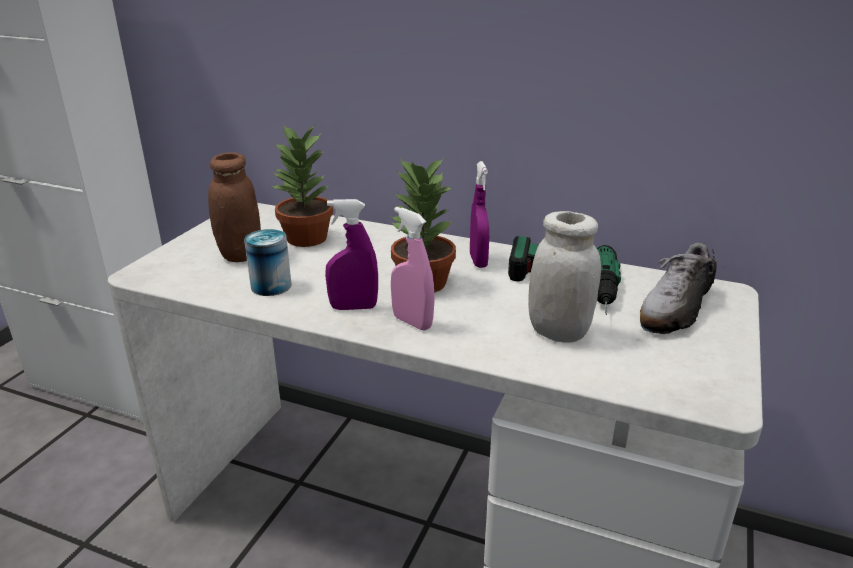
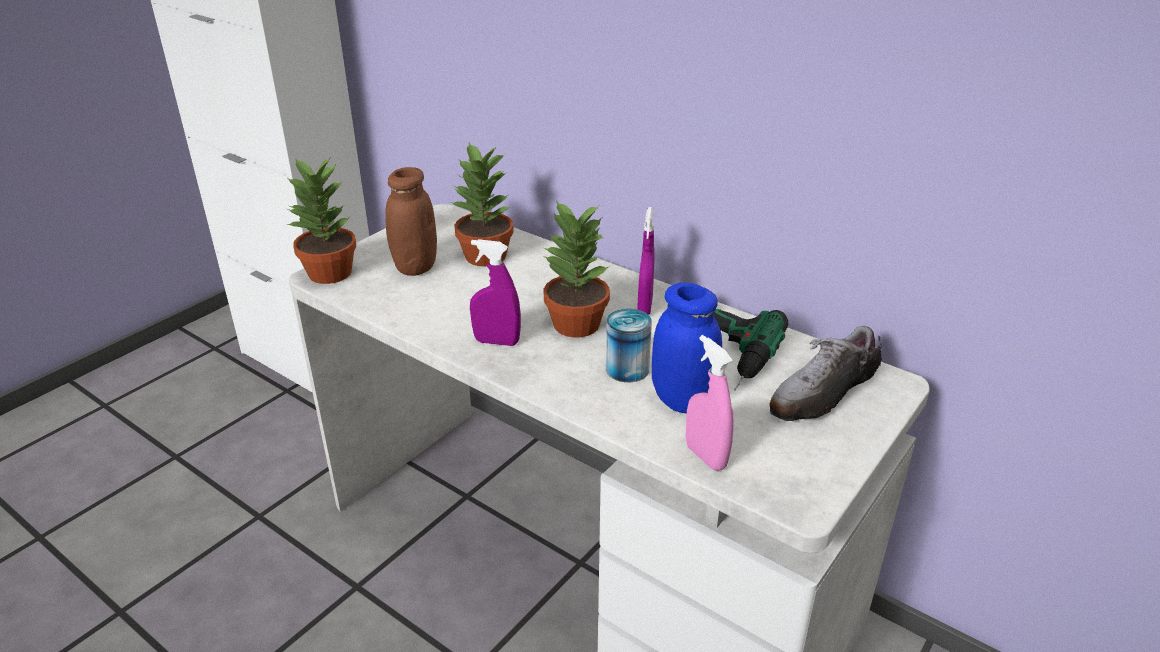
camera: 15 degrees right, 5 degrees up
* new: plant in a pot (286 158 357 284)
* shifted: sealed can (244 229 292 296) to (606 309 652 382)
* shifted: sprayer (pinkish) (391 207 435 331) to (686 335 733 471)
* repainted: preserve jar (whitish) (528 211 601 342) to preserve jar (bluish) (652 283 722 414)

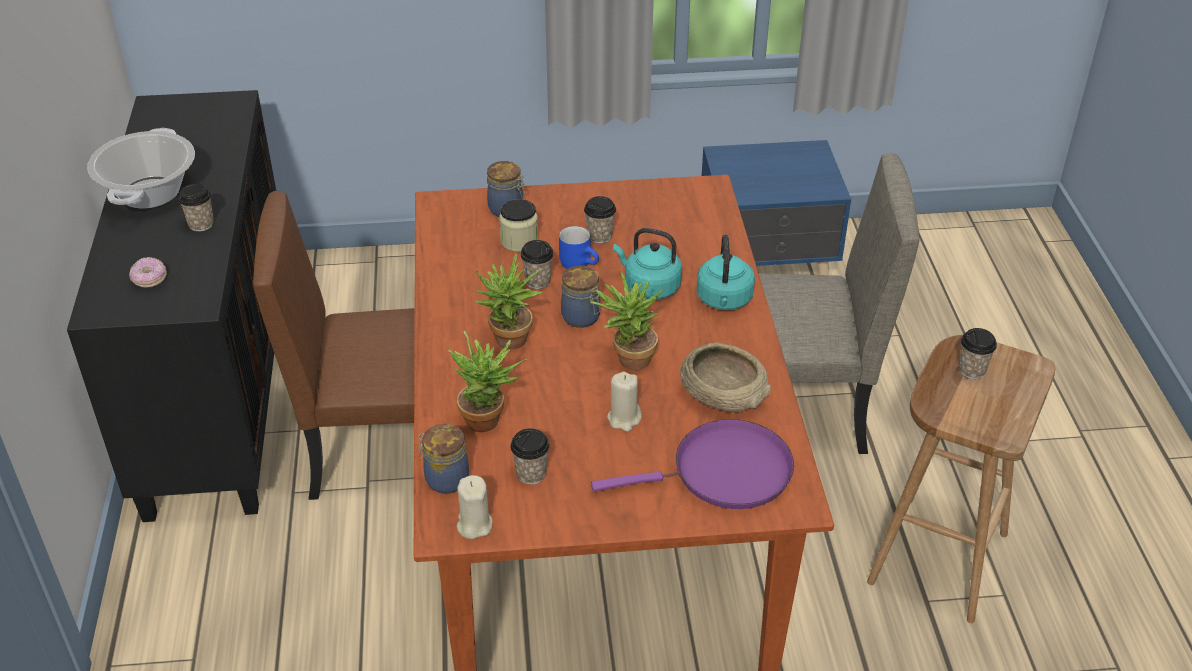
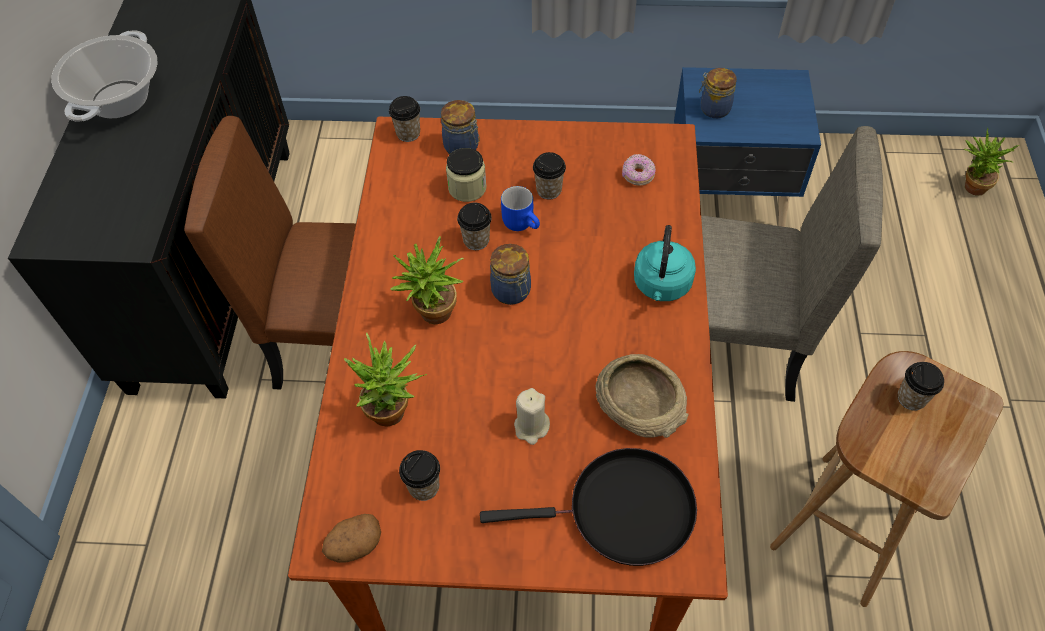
camera: 10 degrees right, 15 degrees up
* gone: water kettle (turquoise) (613 228 682 299)
* shifted: doughnut (129 257 166 288) to (622 154 656 186)
* shifted: drinking cup (178 184 214 232) to (389 96 420 142)
* shifted: preserve jar (418 424 469 494) to (699 68 737 118)
* shifted: plant in a pot (590 270 663 370) to (964 128 1019 196)
* swapped: candle (beige-coloured) (457 475 493 539) to whole potato (322 514 381 563)
* repainted: pan (purplish) (591 419 794 509) to pan (black-coloured) (480 448 697 566)

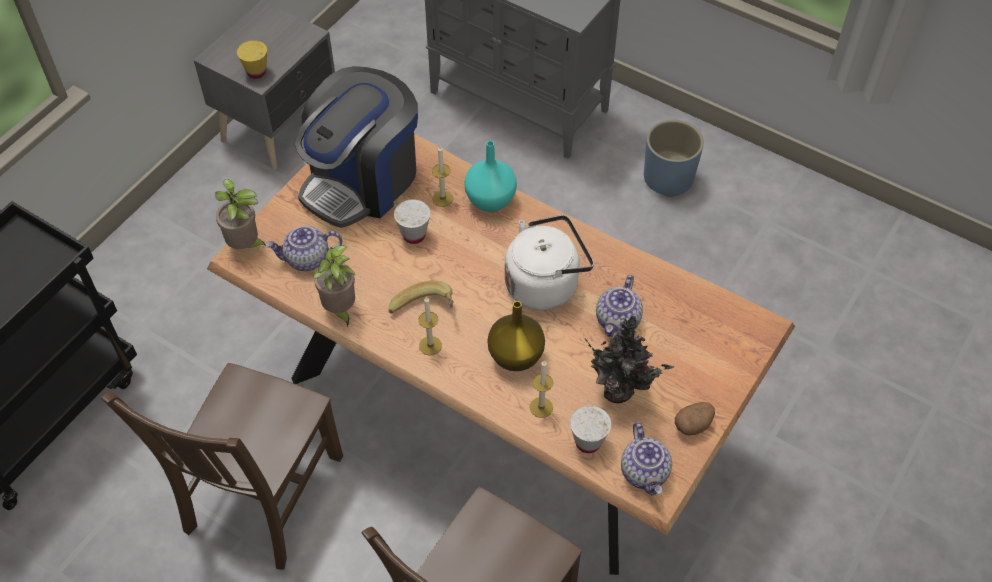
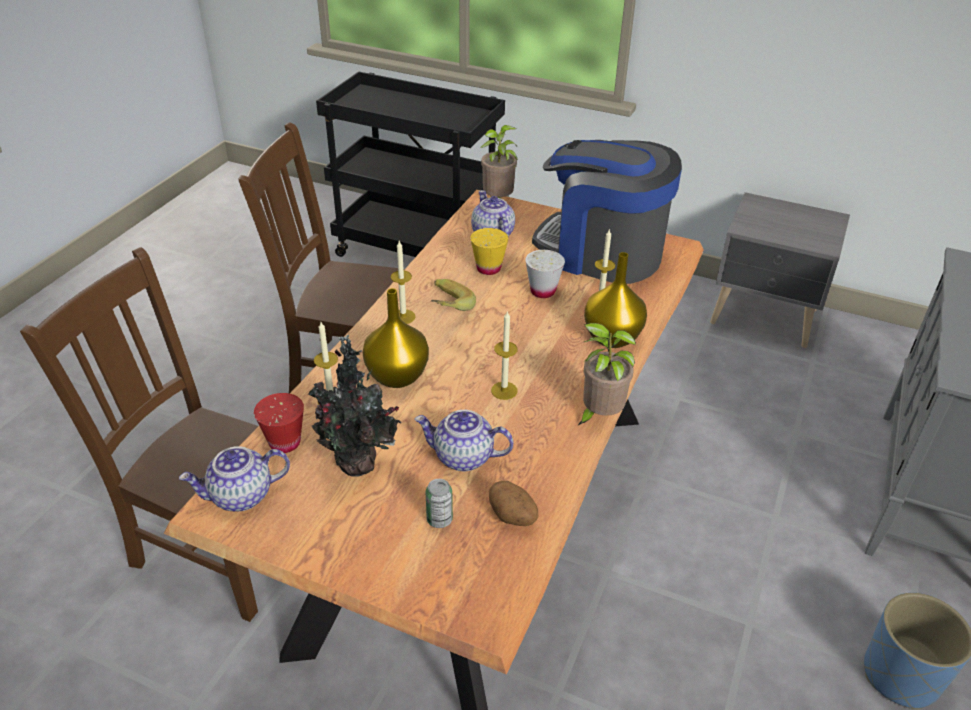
camera: 80 degrees right, 15 degrees down
* new: sealed can (426 479 453 528)
* shifted: drinking cup (yellow-coloured) (237 40 267 79) to (470 228 509 275)
* shifted: plant in a pot (312 245 356 327) to (577 323 636 426)
* shifted: whole potato (675 402 715 435) to (489 481 538 526)
* swapped: water kettle (whitish) (505 215 594 311) to candle (491 311 518 400)
* repainted: decorative vase (turquoise) (464 141 517 212) to decorative vase (yellow-coloured) (584 252 647 348)
* repainted: drinking cup (whitish) (570 405 611 453) to drinking cup (reddish) (254 393 304 453)

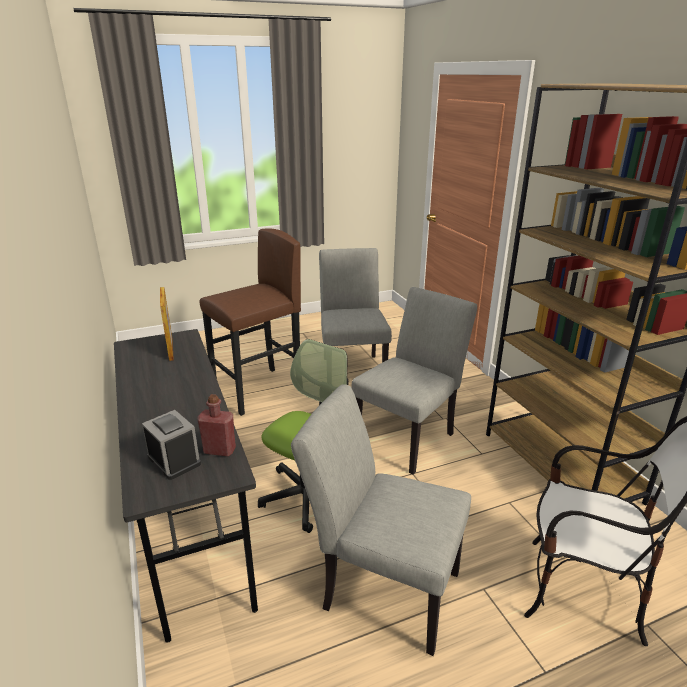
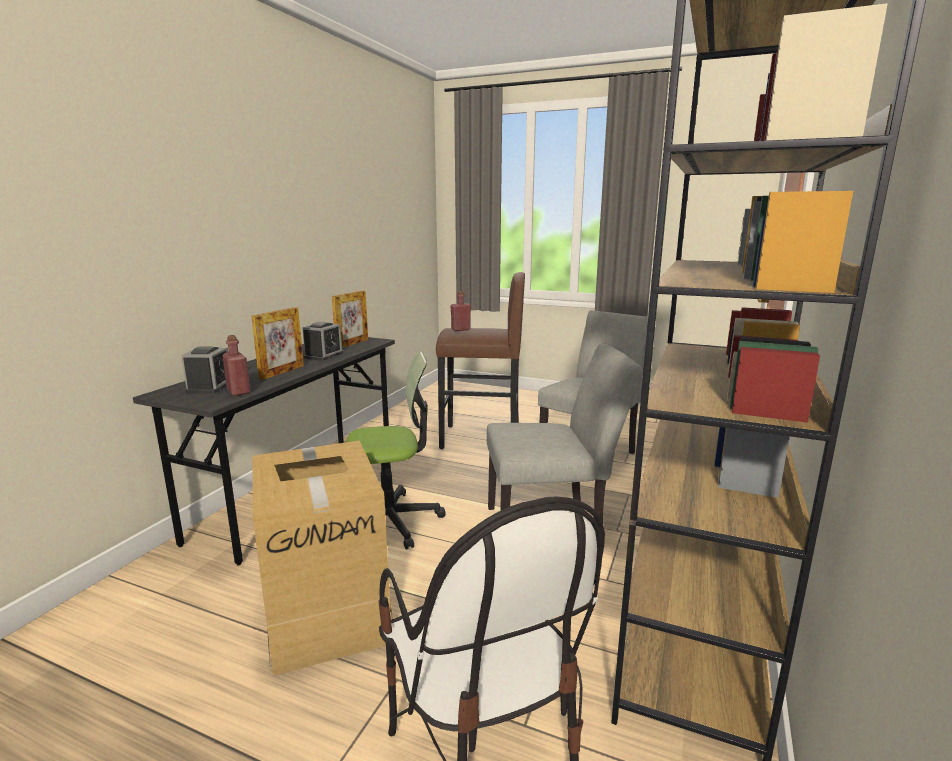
camera: 45 degrees right, 10 degrees down
* new: photo frame (251 307 304 380)
* new: table clock (302 322 343 361)
* new: beverage bottle (reddish) (450 291 471 331)
* swapped: plain chair (greyish) (291 384 471 656) to cardboard box (253 441 393 676)

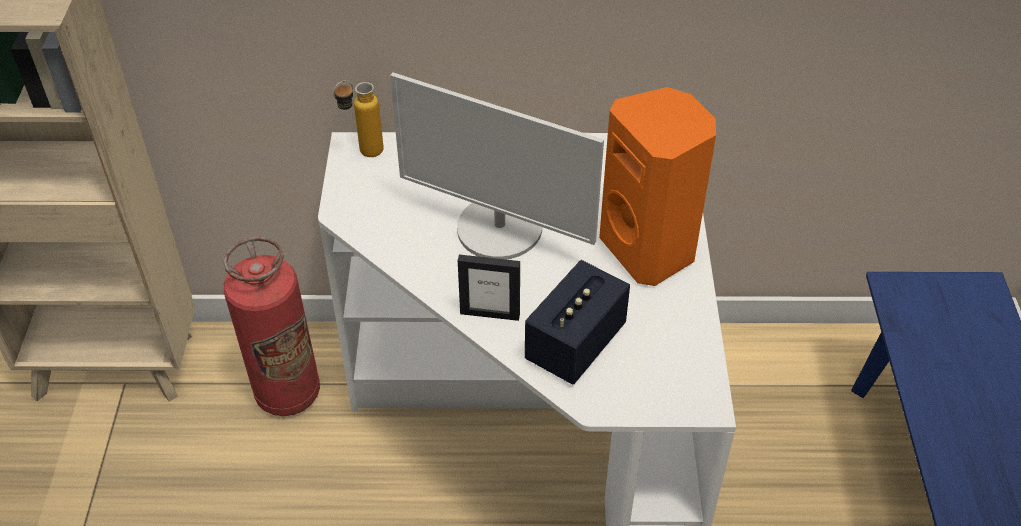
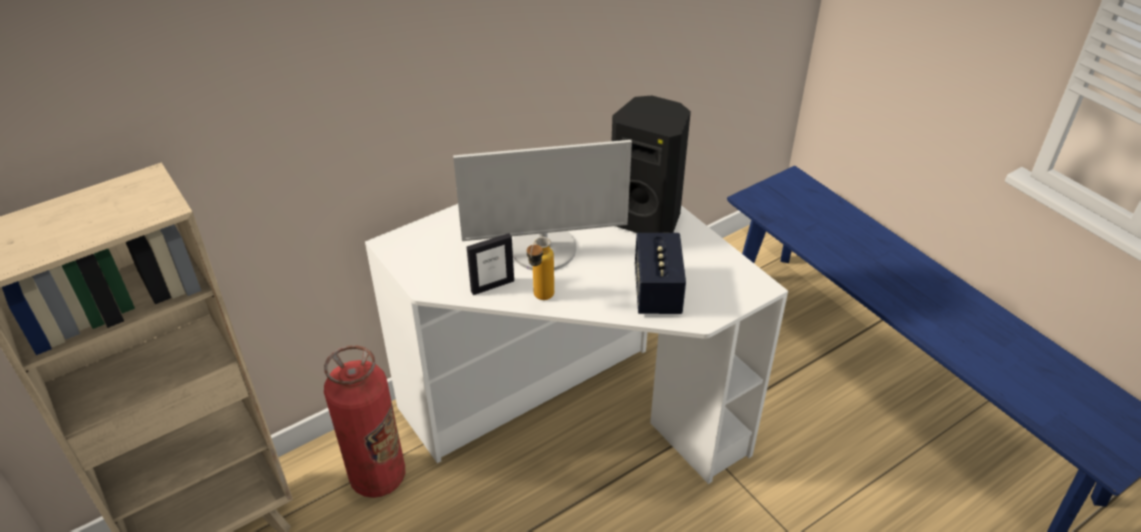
camera: 35 degrees left, 5 degrees down
* shifted: beverage bottle (333 80 384 157) to (527 237 554 300)
* shifted: photo frame (458 254 520 321) to (467 233 514 295)
* repainted: loudspeaker (orangey) (599 87 716 286) to loudspeaker (black-coloured) (612 96 691 233)

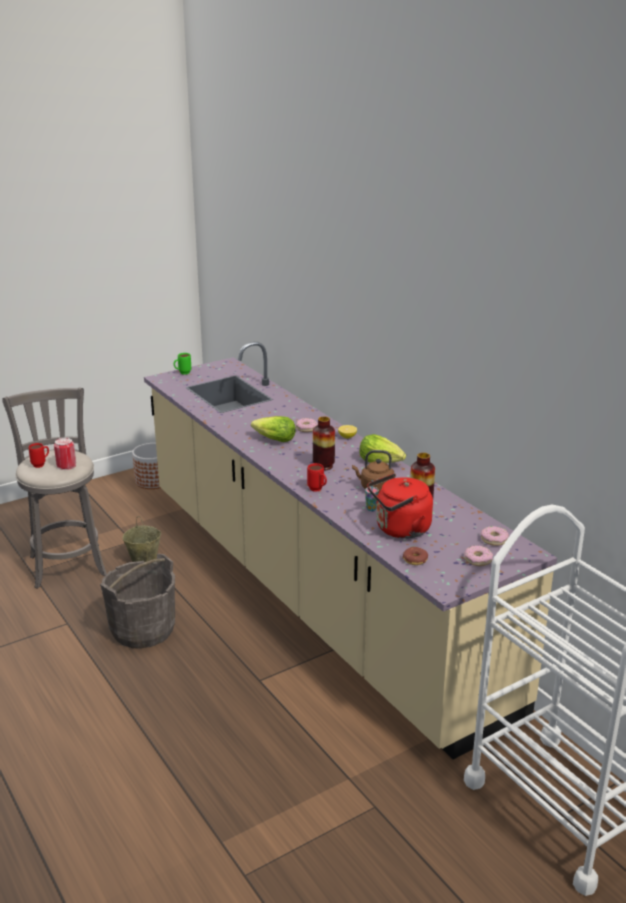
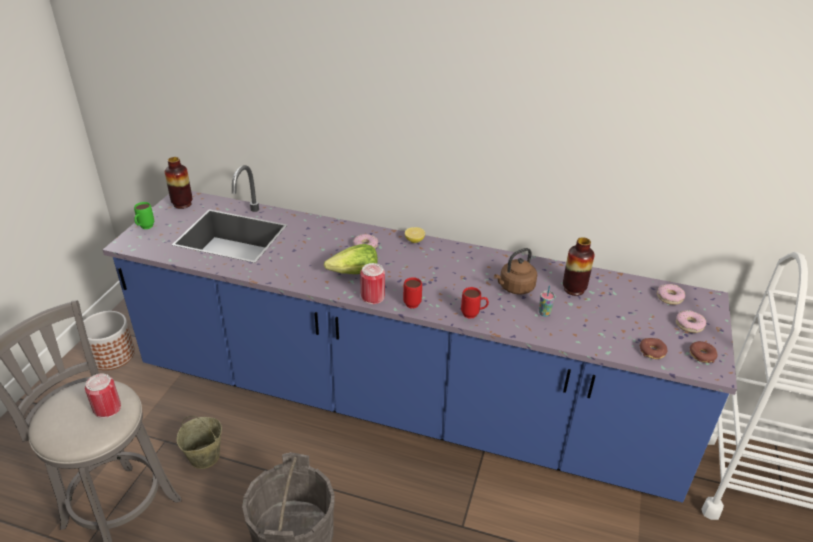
camera: 40 degrees left, 10 degrees up
* gone: lettuce head (359 434 406 463)
* gone: water kettle (reddish) (367 473 433 539)
* new: sealed can (360 263 385 304)
* new: doughnut (690 341 718 363)
* shifted: tea mug (reddish) (29 443 49 468) to (403 277 422 308)
* shifted: decorative vase (313 417 335 470) to (165 157 193 209)
* repainted: kitchen counter (beige-coloured) (144 342 557 760) to kitchen counter (bluish) (103 165 737 503)

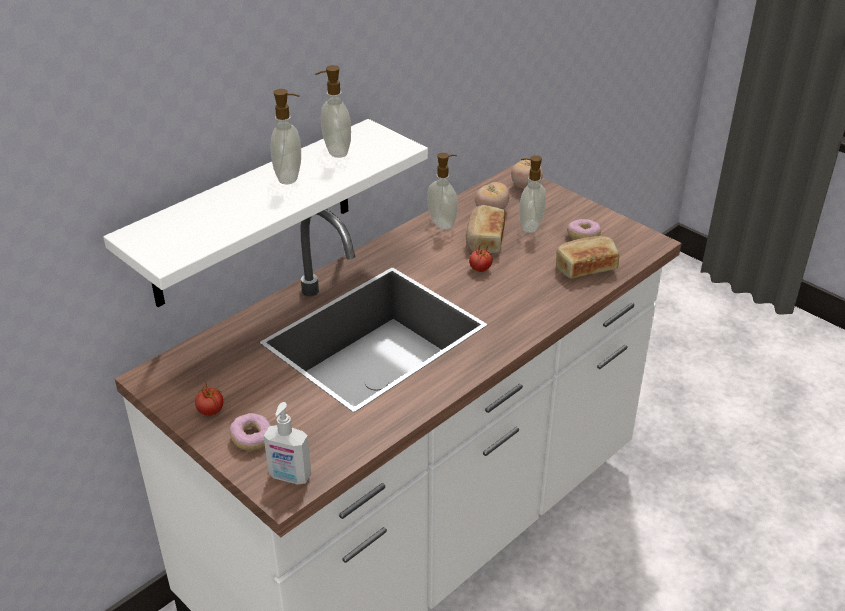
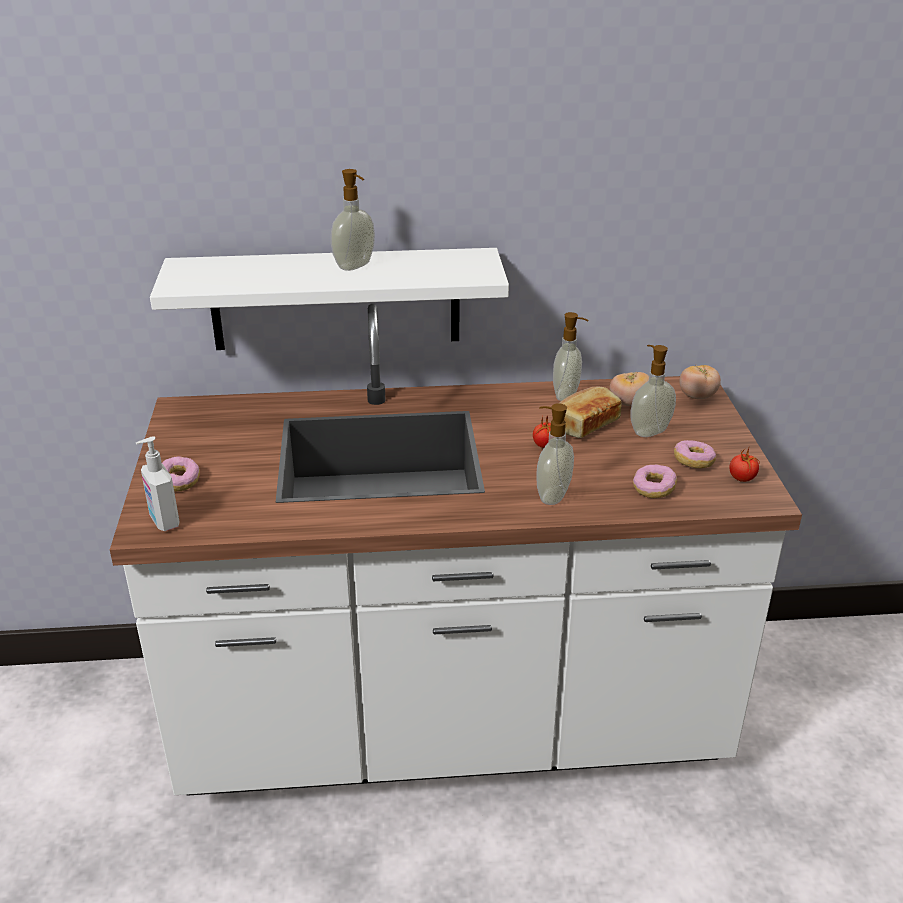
camera: 40 degrees right, 5 degrees down
* shifted: fresh tomato (195 380 223 416) to (729 448 760 482)
* shifted: soap bottle (315 65 351 158) to (536 403 574 505)
* swapped: bread (556 236 619 279) to doughnut (633 465 677 498)

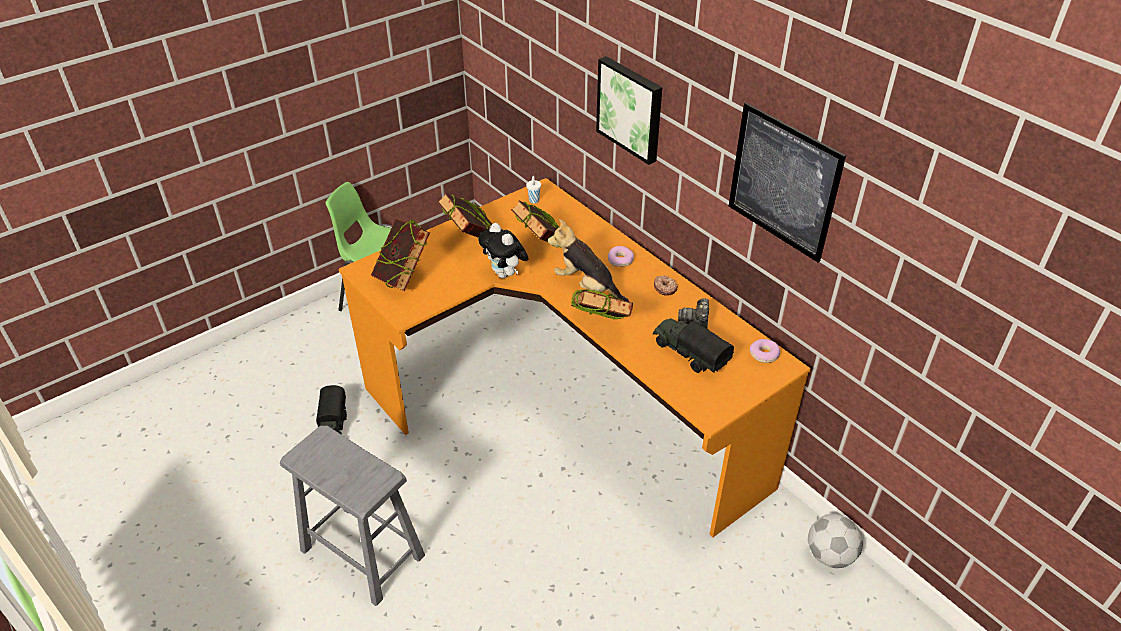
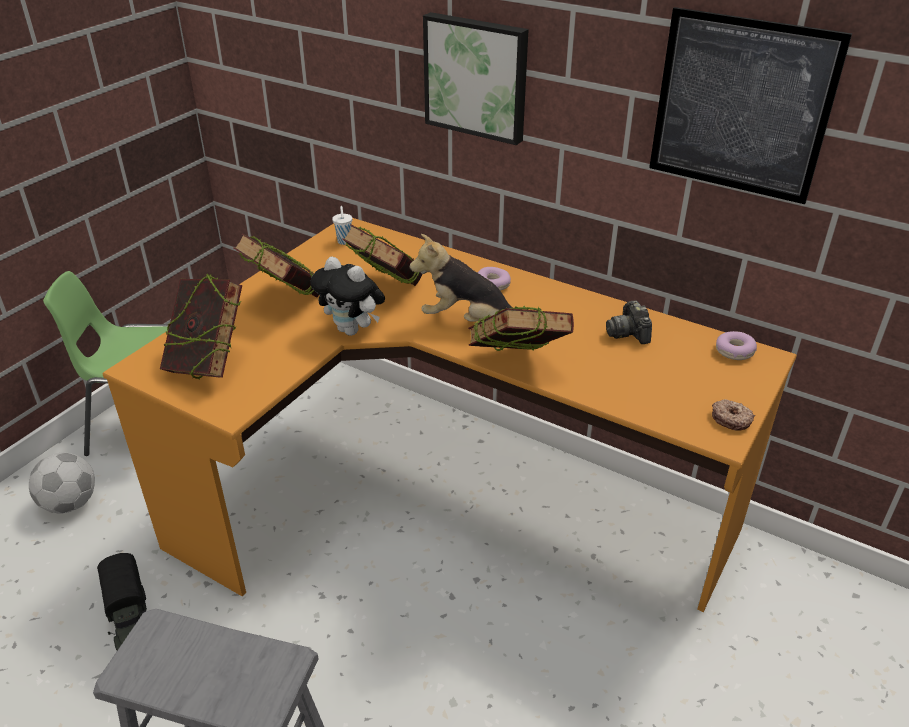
camera: 20 degrees left, 5 degrees down
* gone: model truck (653 318 734 373)
* shifted: doughnut (654 275 678 296) to (712 399 755 431)
* shifted: ball for football (808 514 863 568) to (29 452 95 514)

